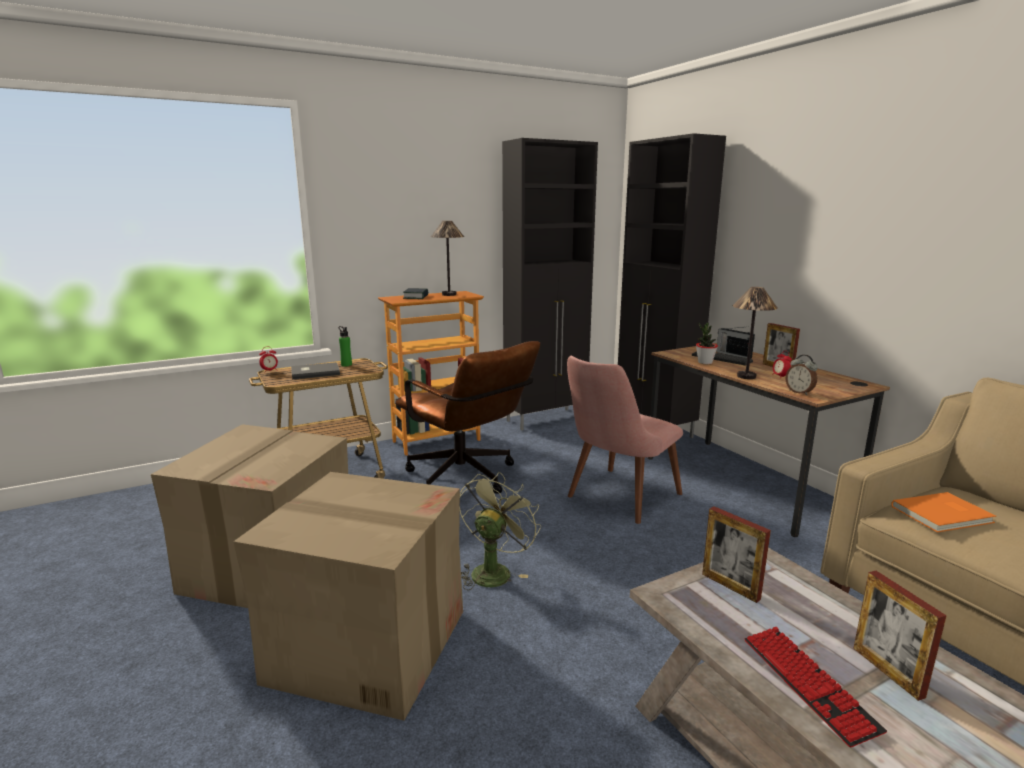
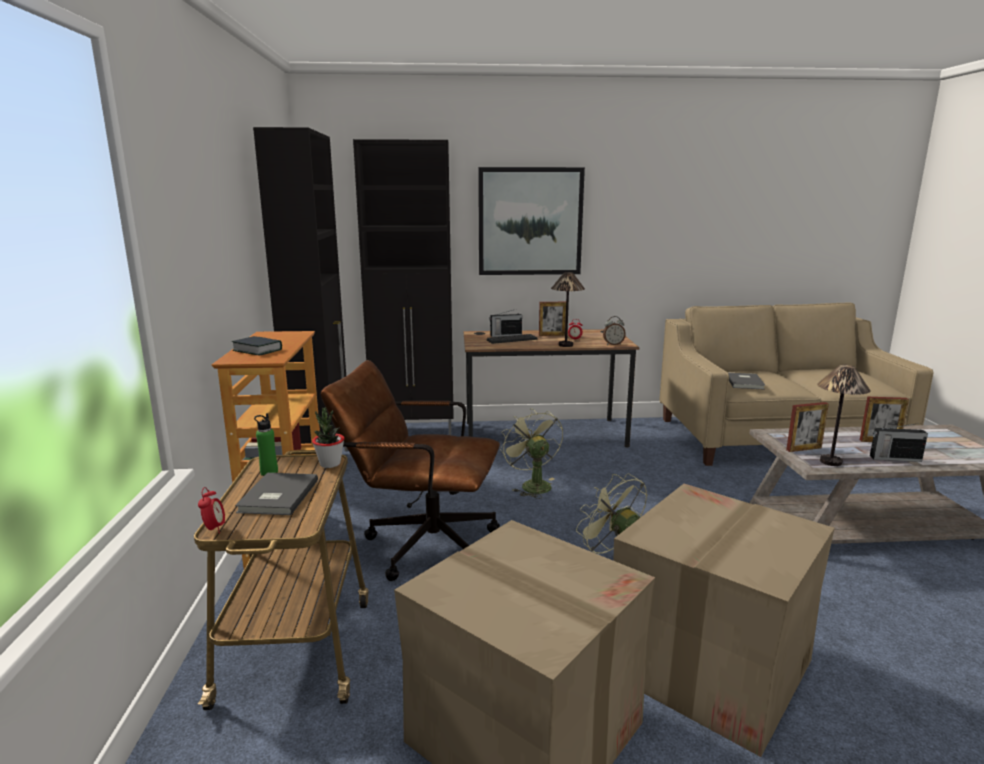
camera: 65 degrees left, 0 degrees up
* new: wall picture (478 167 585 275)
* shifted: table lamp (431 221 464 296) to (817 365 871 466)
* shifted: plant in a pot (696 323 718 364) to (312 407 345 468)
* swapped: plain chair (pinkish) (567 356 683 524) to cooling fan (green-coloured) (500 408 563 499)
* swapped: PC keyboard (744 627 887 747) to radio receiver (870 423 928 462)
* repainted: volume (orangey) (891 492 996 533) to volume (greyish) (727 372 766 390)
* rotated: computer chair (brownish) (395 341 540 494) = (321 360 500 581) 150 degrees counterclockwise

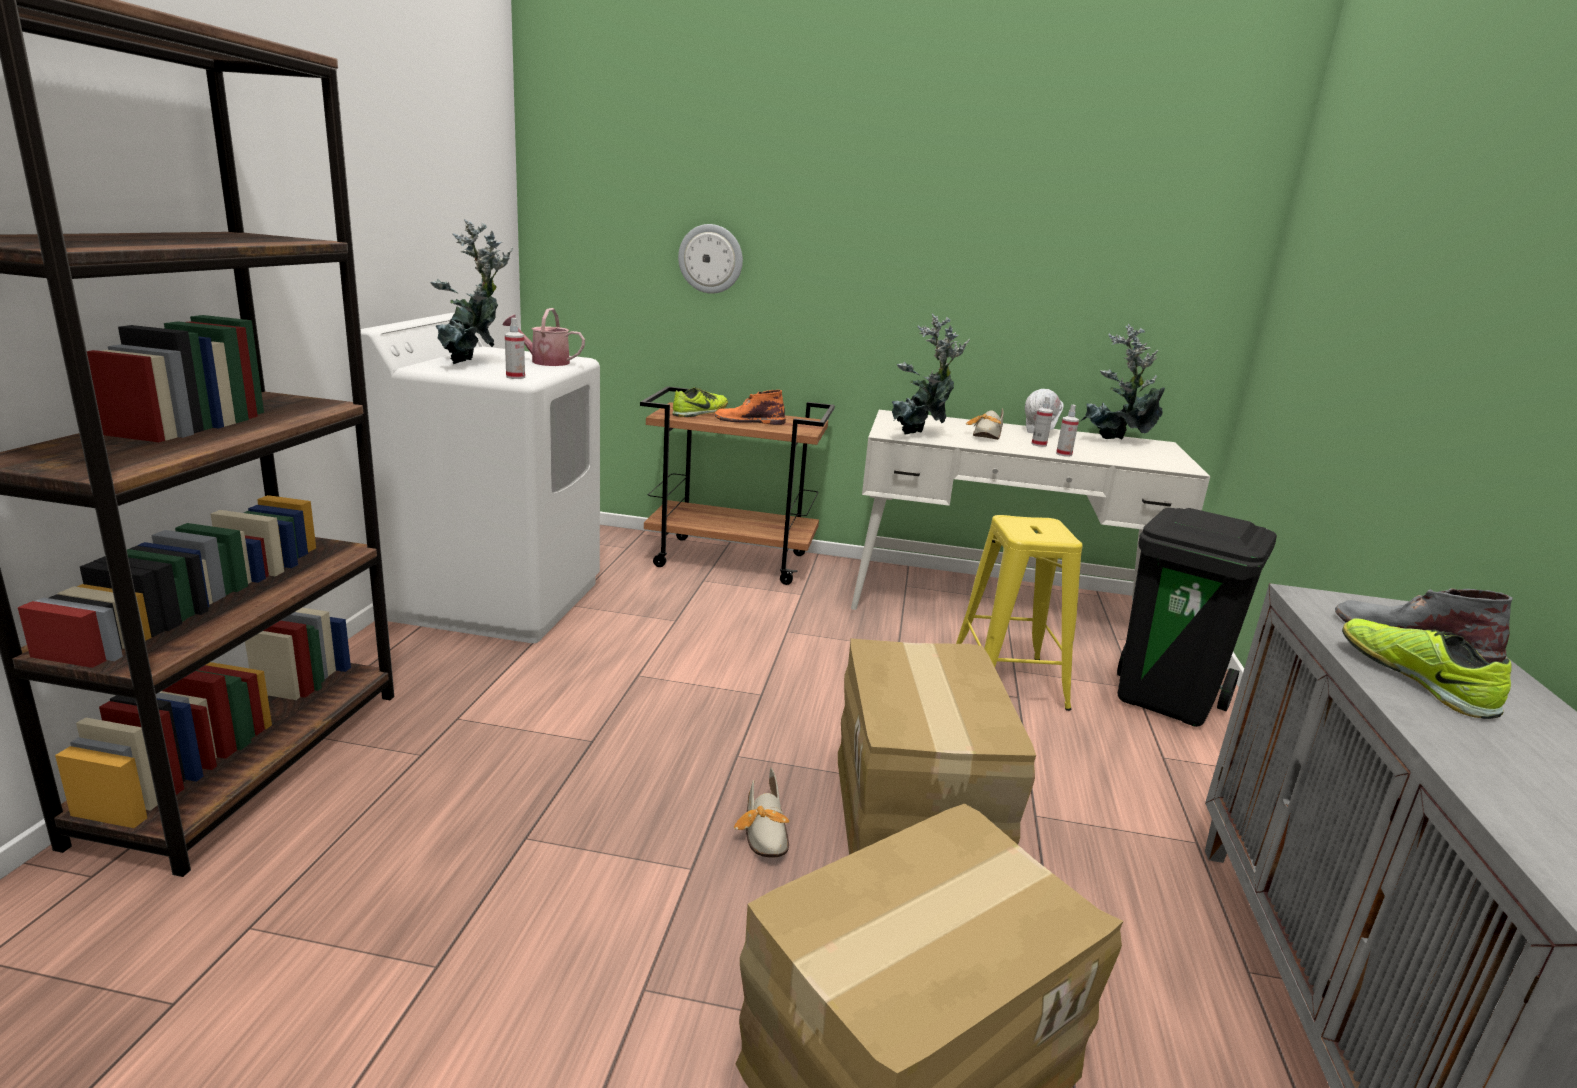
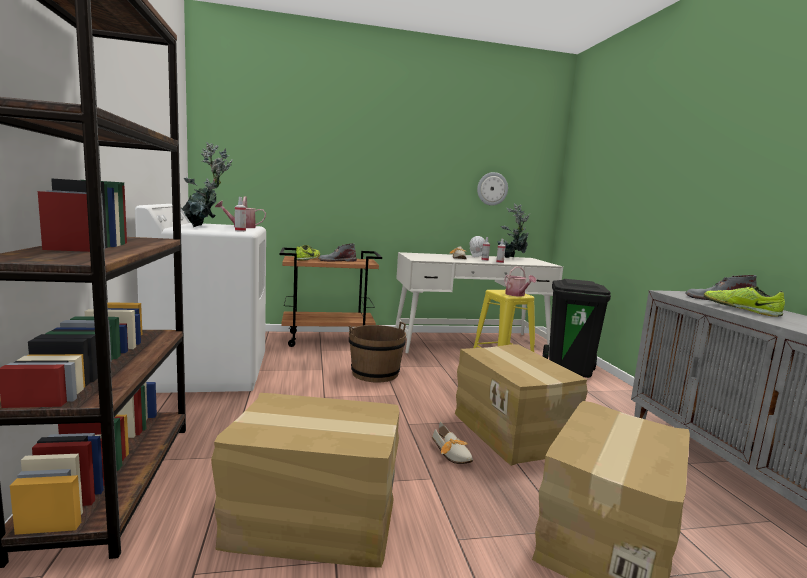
camera: 20 degrees left, 10 degrees down
* gone: plant in a pot (892 314 970 434)
* new: cardboard box (211 393 399 568)
* new: water bucket (brownish) (349 321 406 383)
* new: watering pot (504 267 536 297)
* shifted: hanging clock (678 224 743 294) to (477 172 508 206)
* repainted: high-top boot (orangey) (714 390 786 425) to high-top boot (greyish) (318 243 357 261)

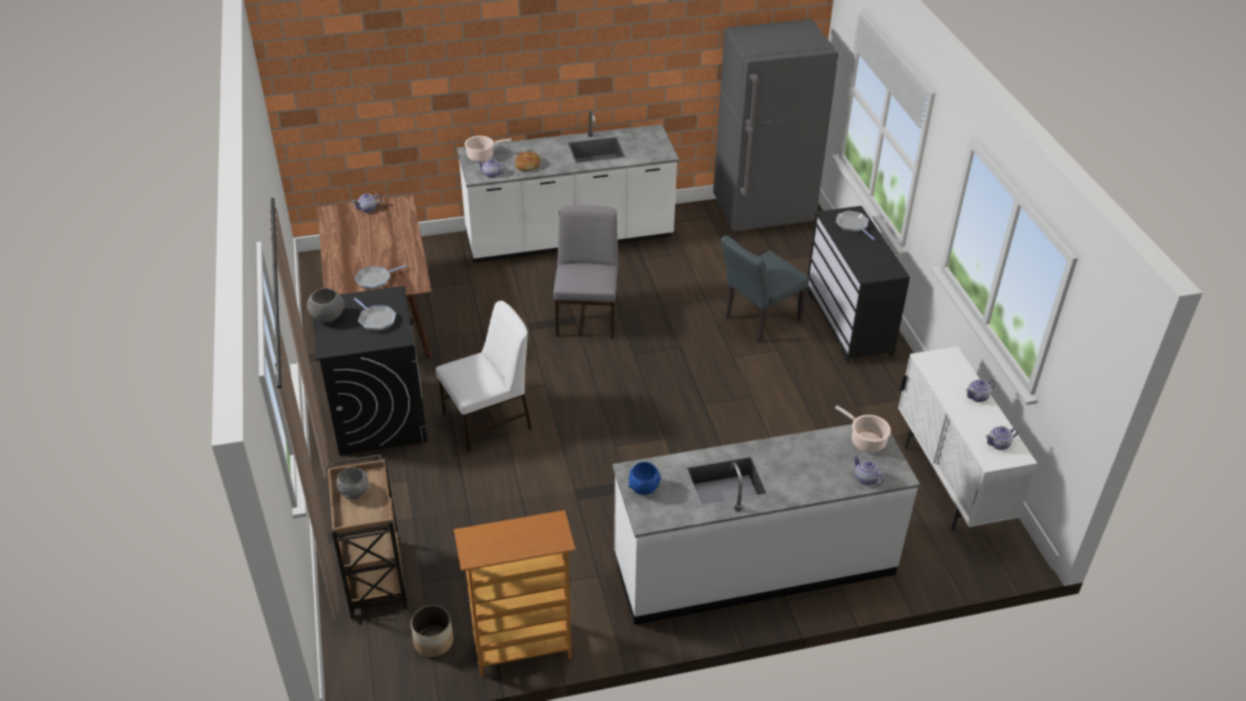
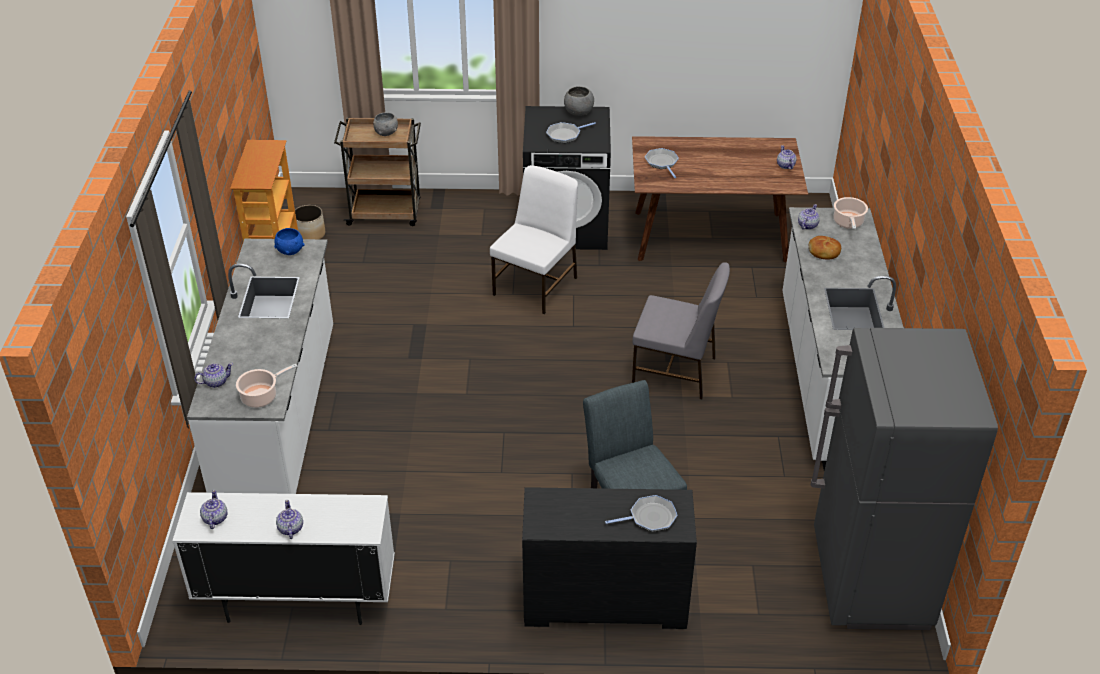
camera: 105 degrees right, 0 degrees up
* rotated: plain chair (whitish) (436 301 531 452) = (490 165 578 314) 135 degrees counterclockwise

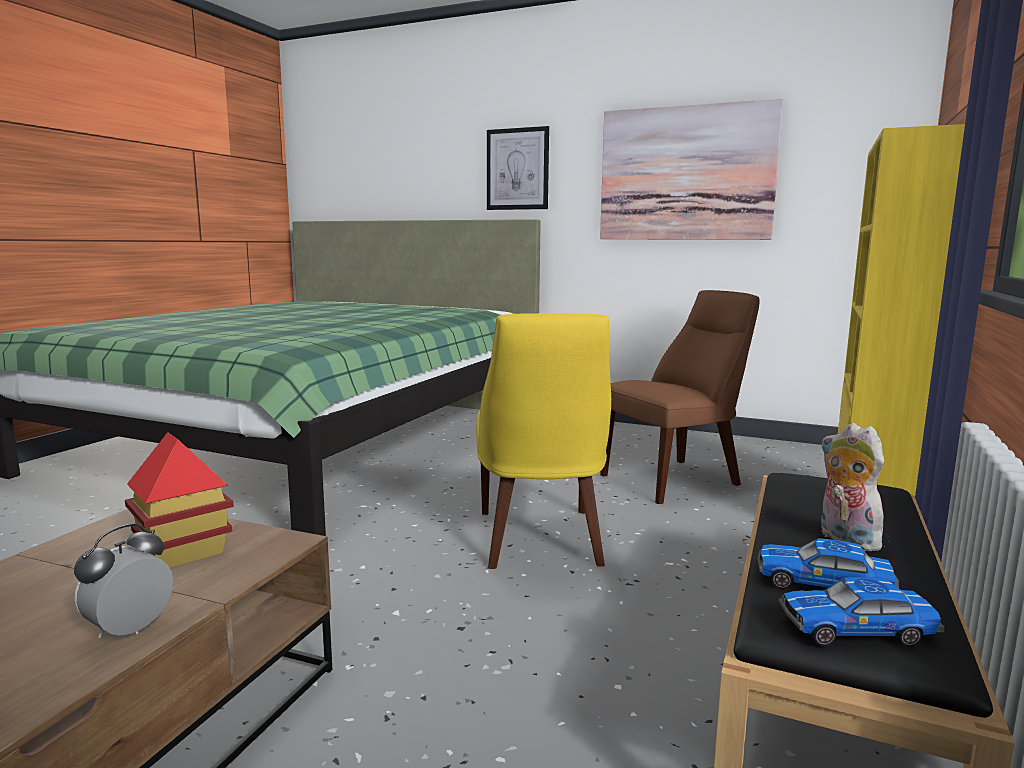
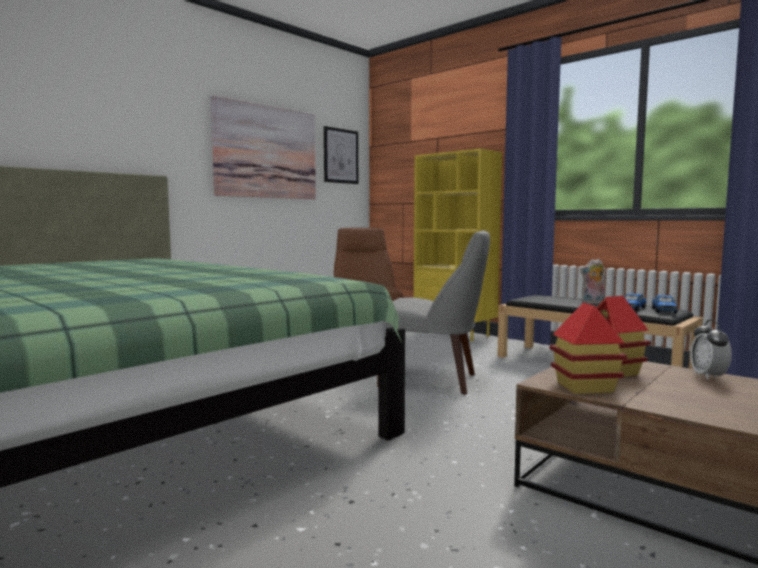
camera: 70 degrees left, 5 degrees down
* new: model house (550 302 627 394)
* shifted: wall picture (487 126 549 210) to (324 126 358 184)
* repainted: plain chair (yellow-coloured) (476 313 611 569) to plain chair (greyish) (377 230 490 394)
* rotated: table clock (74 524 173 638) = (690 320 732 380) 45 degrees clockwise

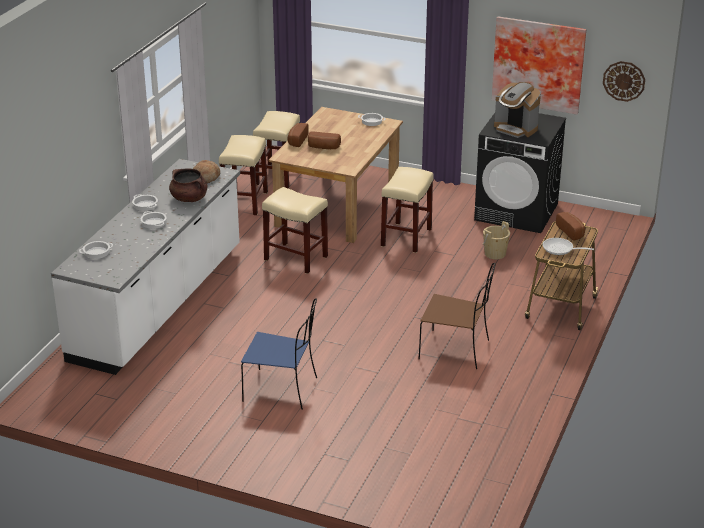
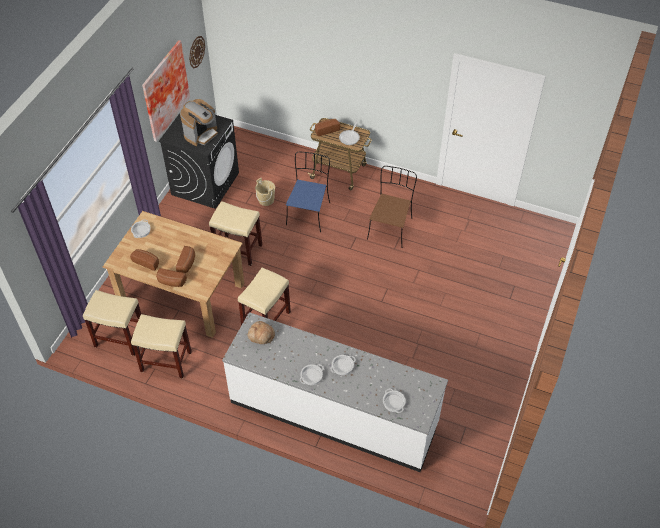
camera: 90 degrees left, 20 degrees up
* gone: stockpot (brownish) (169 168 208 202)
* new: bread (130 249 159 271)
* shifted: plain chair (bluish) (241 298 317 410) to (286 151 330 232)

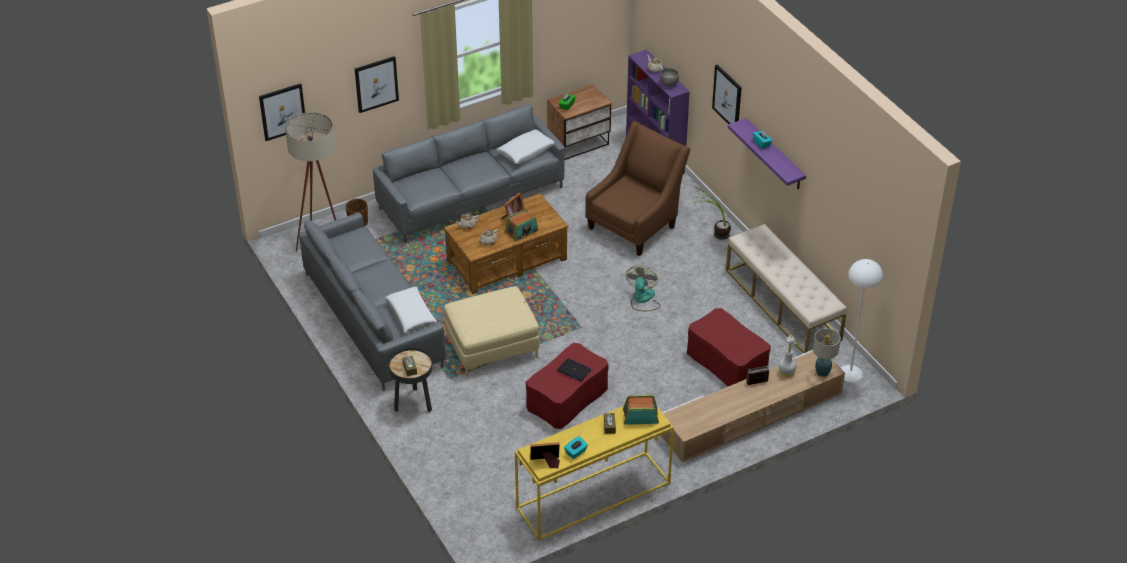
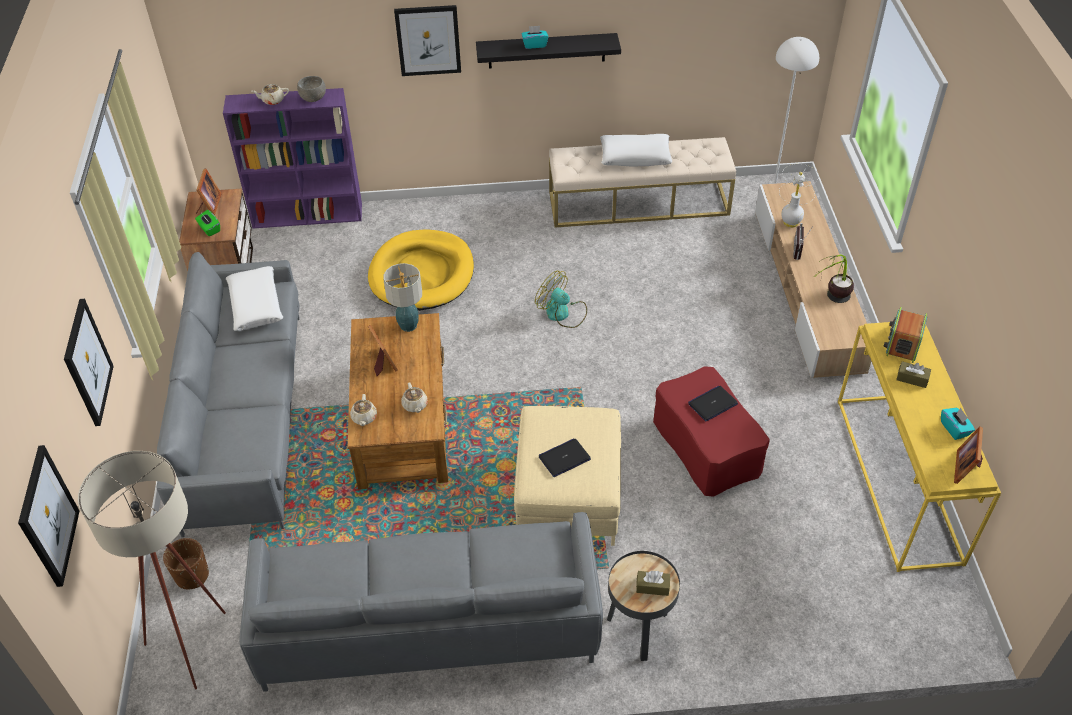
camera: 65 degrees left, 5 degrees up
* gone: radio receiver (504 209 539 242)
* gone: ottoman (reddish) (687 308 771 386)
* new: photo frame (196 168 222 215)
* new: portable computer (539 439 591 477)
* shifted: throw pillow (whitish) (385 287 437 333) to (600 134 672 166)
* shifted: plant in a pot (693 187 731 240) to (817 254 854 303)
* shifted: table lamp (813 328 841 377) to (383 263 422 332)
* swapped: armchair (brownish) (585 121 690 256) to dog bed (yellow-coloured) (368 229 474 311)
* repainted: bracket shelf (purplish) (728 118 806 189) to bracket shelf (black-coloured) (476 33 621 69)

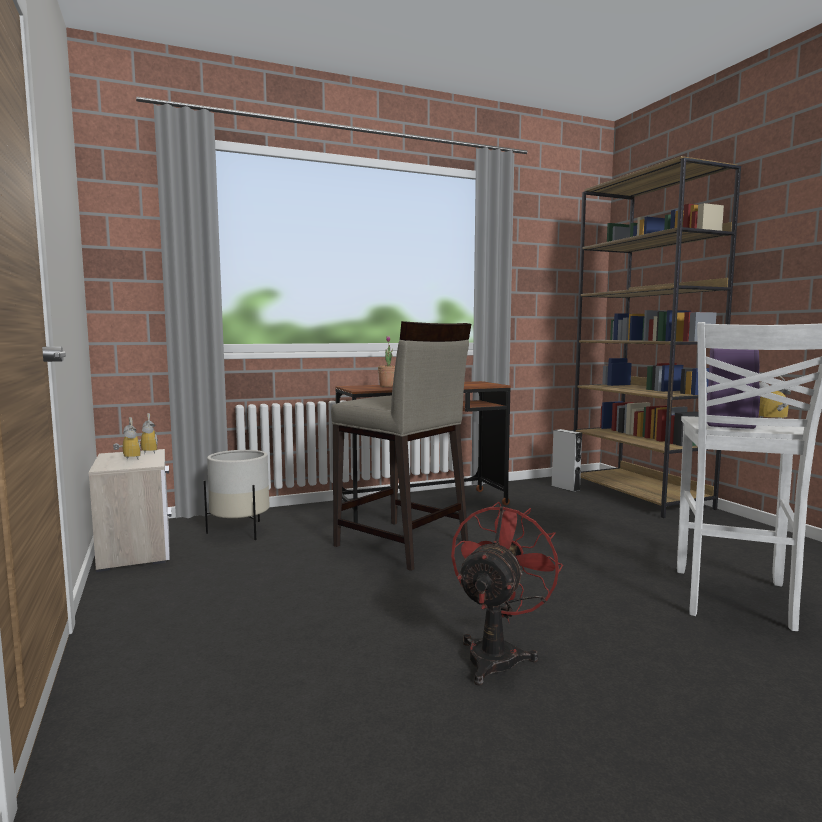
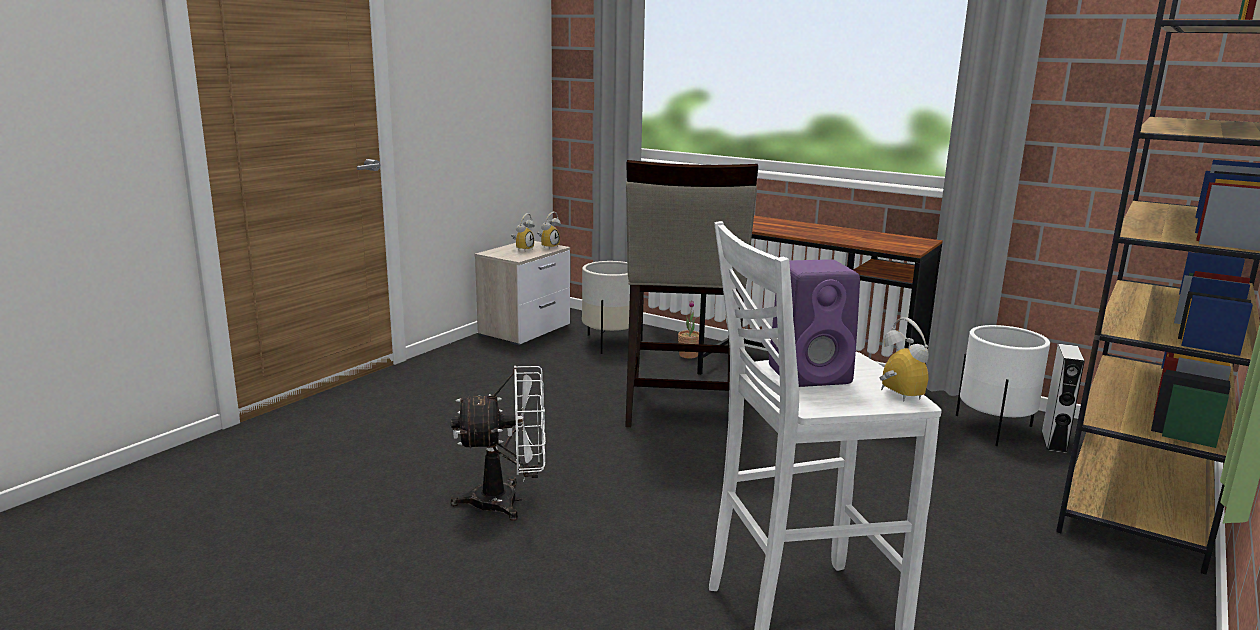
camera: 55 degrees right, 10 degrees up
* new: flower pot (whitish) (956 325 1050 446)
* shifted: plant in a pot (378 336 395 387) to (678 301 699 359)
* repainted: cooling fan (reddish) (451 502 563 686) to cooling fan (whitish) (451 366 546 521)

